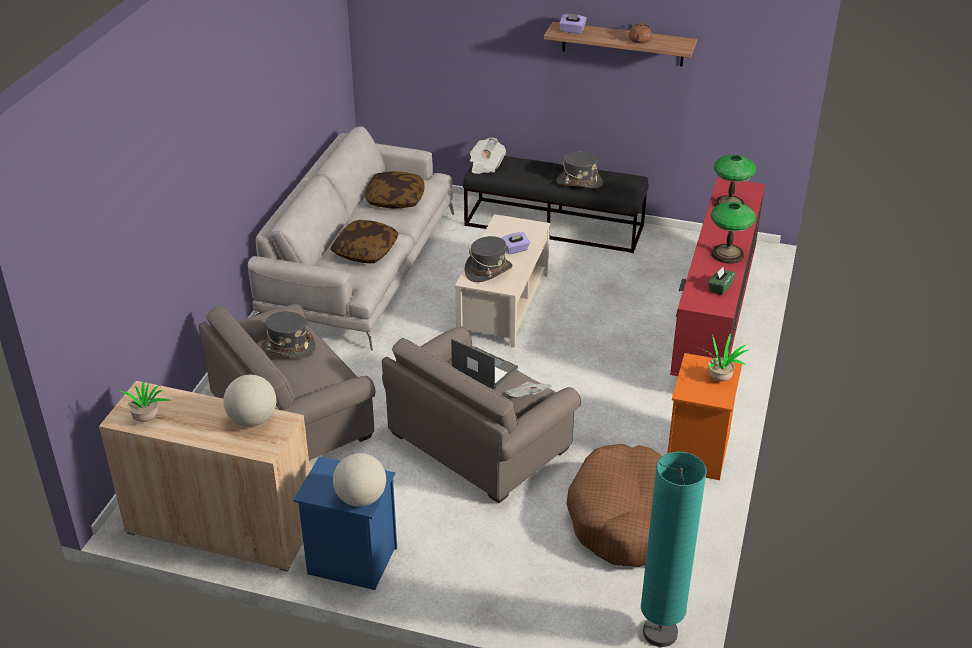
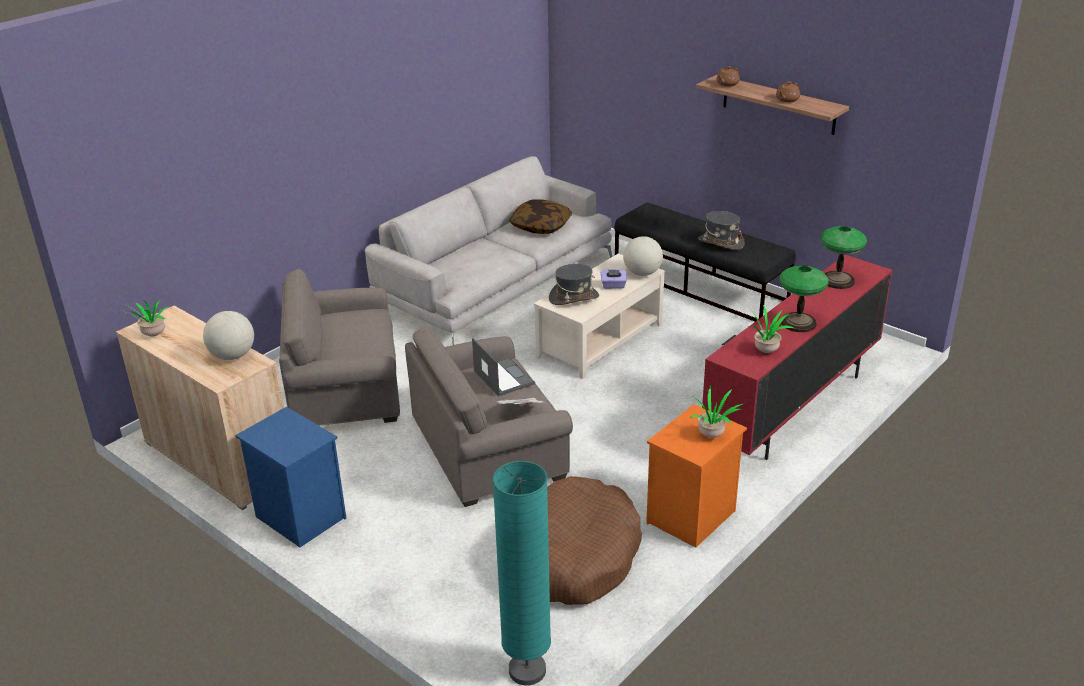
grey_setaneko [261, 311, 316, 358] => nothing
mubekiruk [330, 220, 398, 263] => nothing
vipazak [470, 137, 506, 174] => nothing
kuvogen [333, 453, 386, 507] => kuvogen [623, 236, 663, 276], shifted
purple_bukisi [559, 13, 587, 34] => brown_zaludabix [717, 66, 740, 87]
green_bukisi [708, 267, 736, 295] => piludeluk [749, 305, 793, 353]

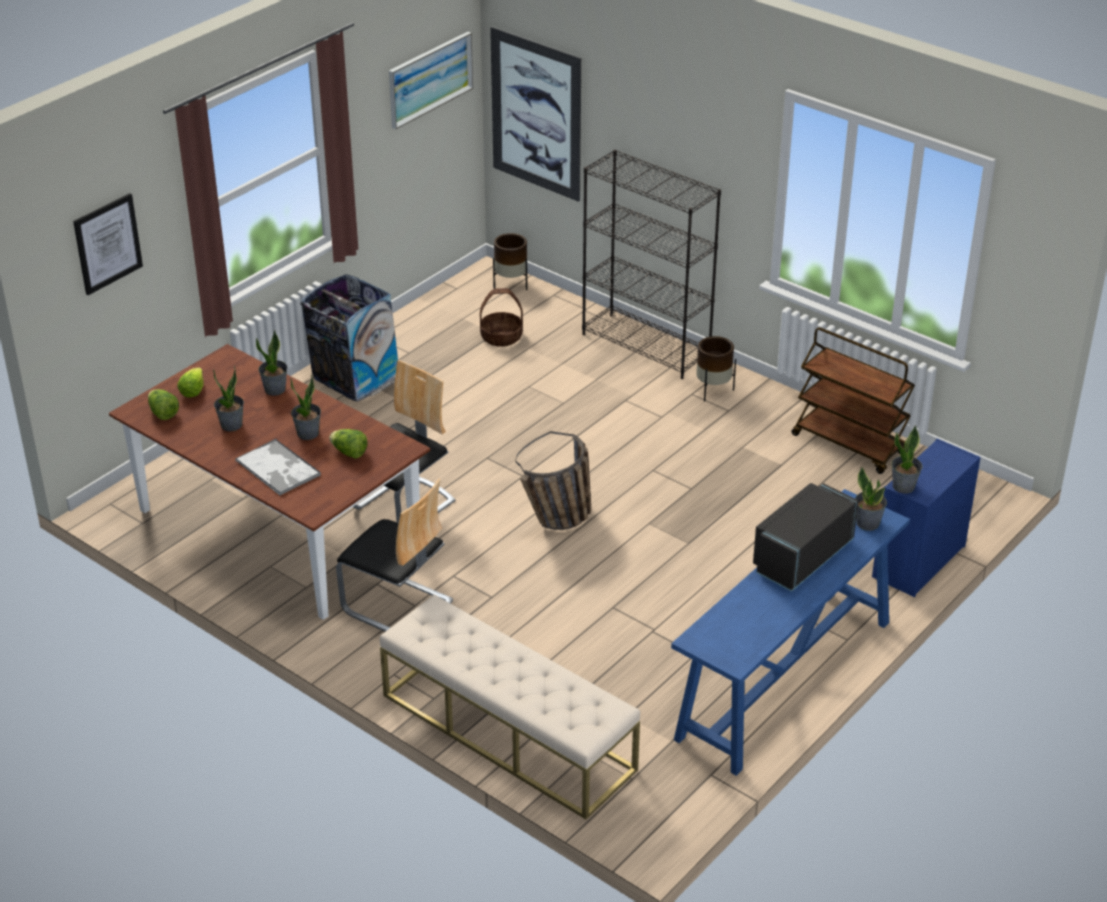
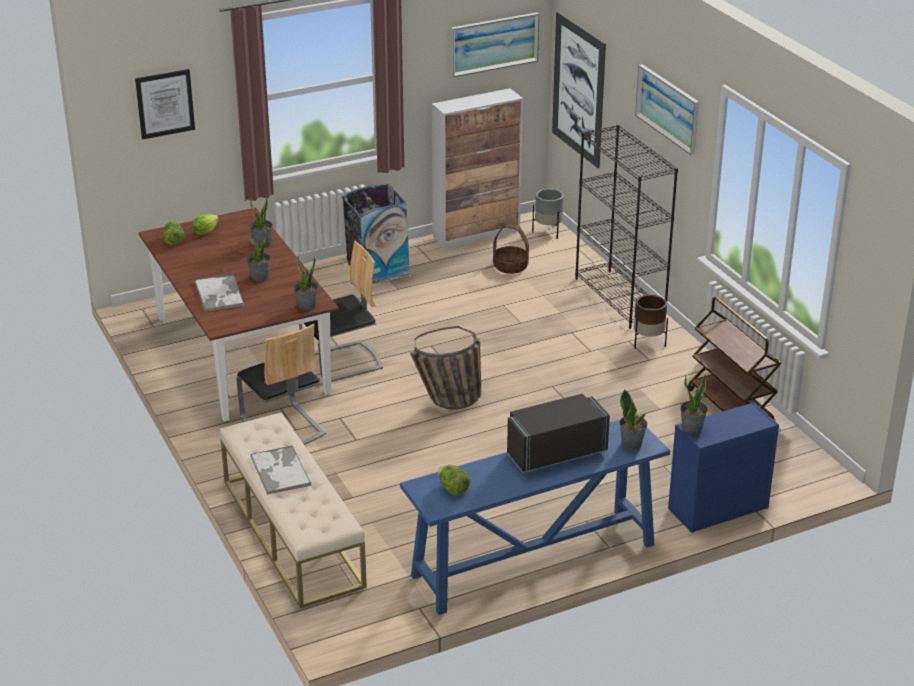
nothing => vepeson [250, 445, 311, 495]
nothing => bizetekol [432, 88, 523, 248]
nothing => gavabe [635, 64, 699, 155]
piludeluk [213, 366, 244, 432] => piludeluk [293, 257, 318, 311], shifted
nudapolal [329, 429, 368, 459] => nudapolal [438, 465, 471, 496], shifted
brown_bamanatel [493, 233, 527, 290] => grey_bamanatel [532, 189, 564, 239]

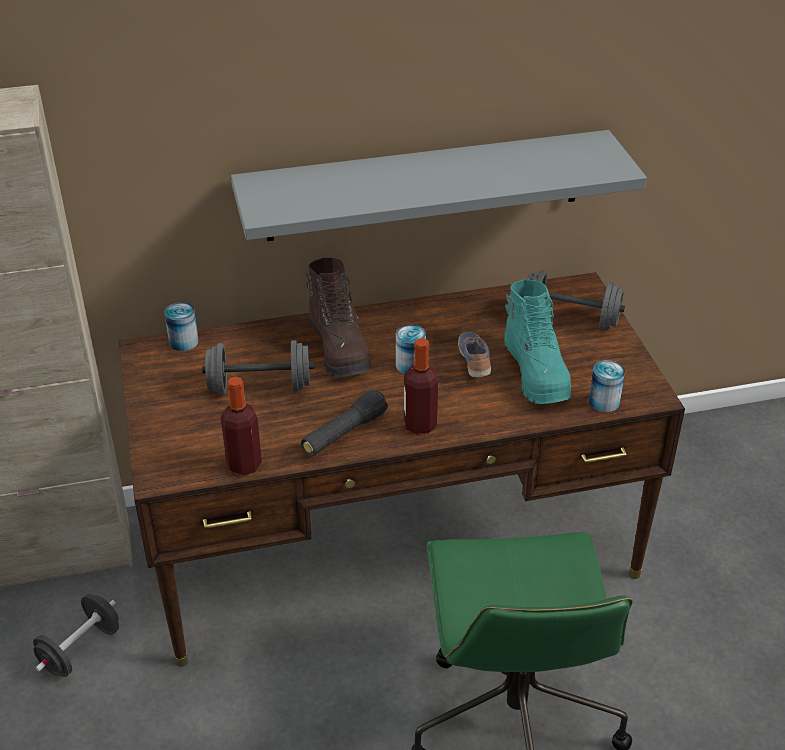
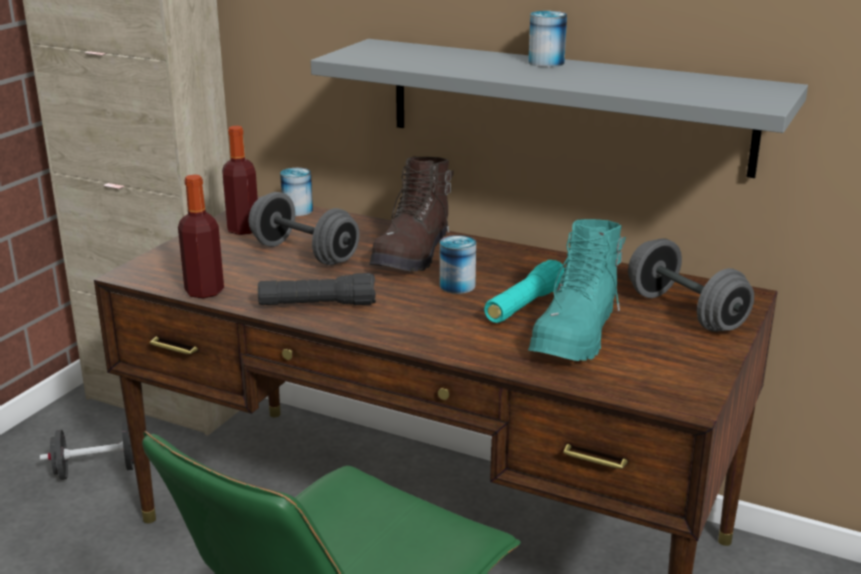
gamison [404, 338, 438, 435] => gamison [222, 126, 258, 235], shifted
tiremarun [589, 360, 625, 412] => tiremarun [528, 11, 567, 67], shifted
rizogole [458, 332, 491, 378] => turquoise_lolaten [484, 260, 565, 323]

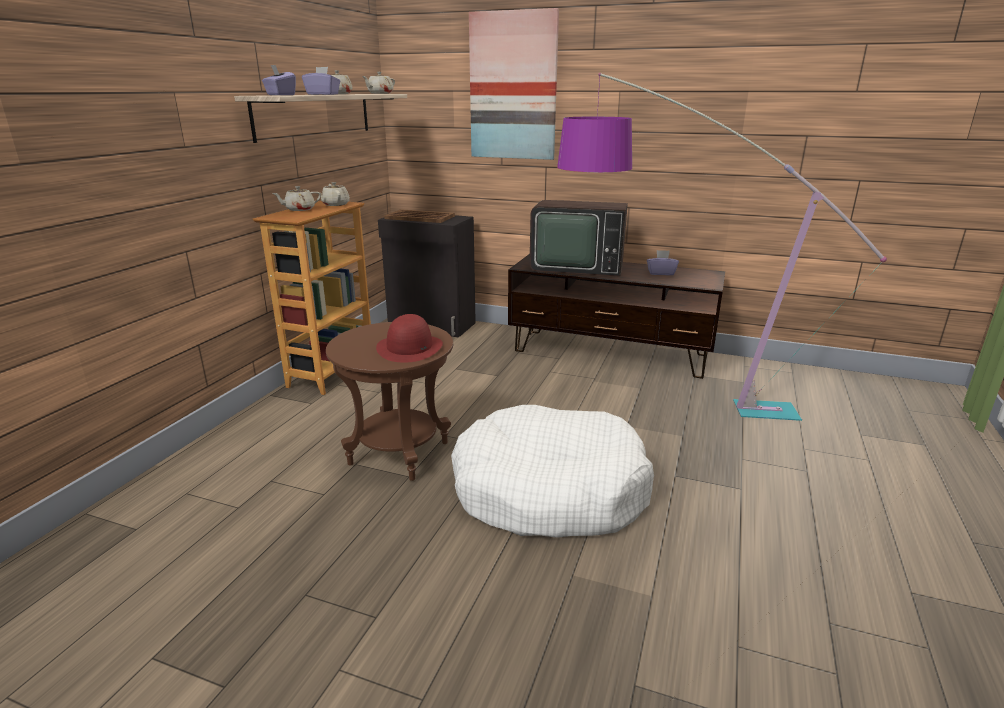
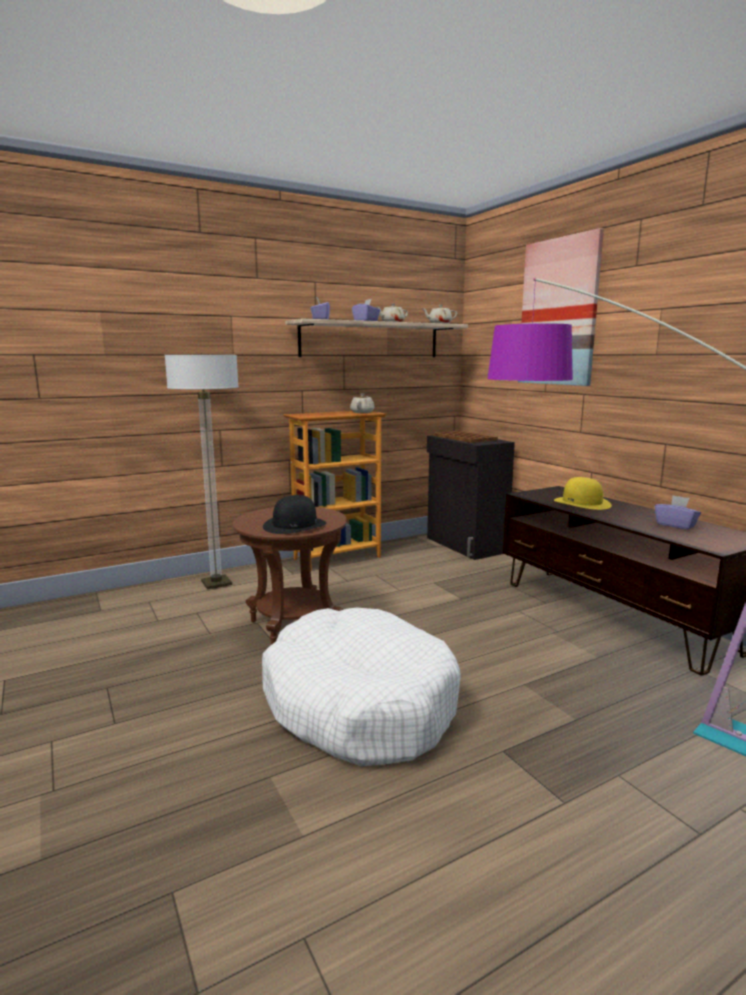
beige_zaludabix [272, 186, 321, 211] => nothing
nothing => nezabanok [165, 353, 239, 590]
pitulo [530, 200, 628, 277] => yellow_setaneko [554, 477, 612, 510]
red_setaneko [376, 314, 443, 362] => black_setaneko [263, 495, 327, 534]

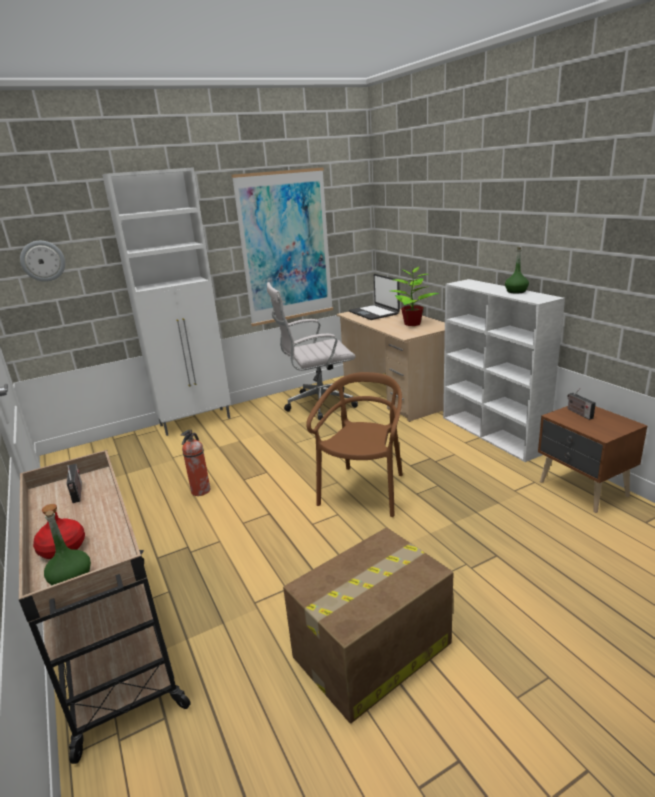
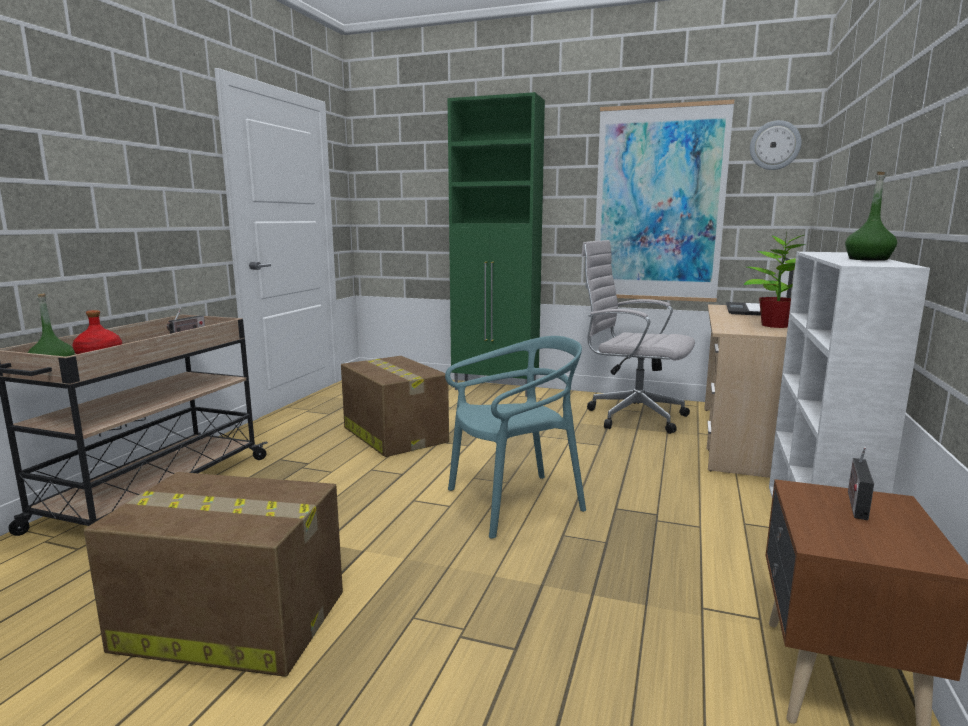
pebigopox [20, 241, 65, 282] => pebigopox [750, 120, 801, 170], shifted
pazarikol [181, 430, 210, 496] => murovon [341, 356, 449, 457]
white_bizetekol [102, 167, 231, 436] => green_bizetekol [448, 92, 545, 397]
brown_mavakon [306, 372, 403, 517] => turquoise_mavakon [445, 336, 586, 539]

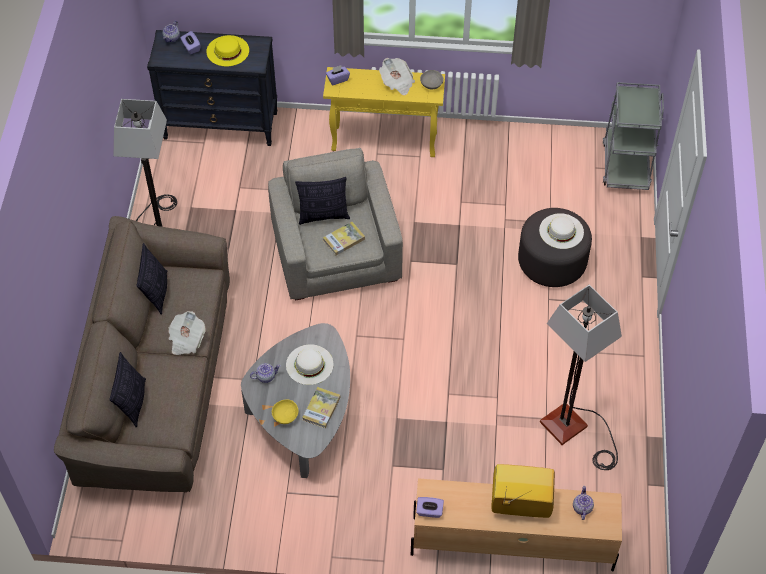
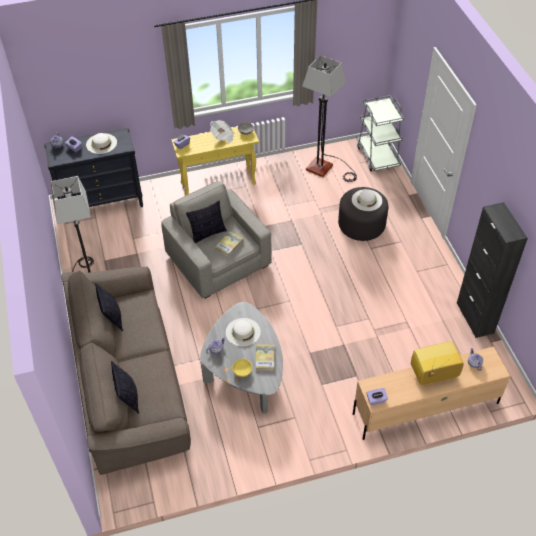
vipazak [168, 311, 205, 355] => nothing
nothing => black_bizetekol [457, 202, 528, 338]
nezabanok [540, 285, 622, 470] => nezabanok [302, 55, 357, 182], shifted
yellow_setaneko [206, 35, 249, 66] => white_setaneko [86, 133, 117, 154]

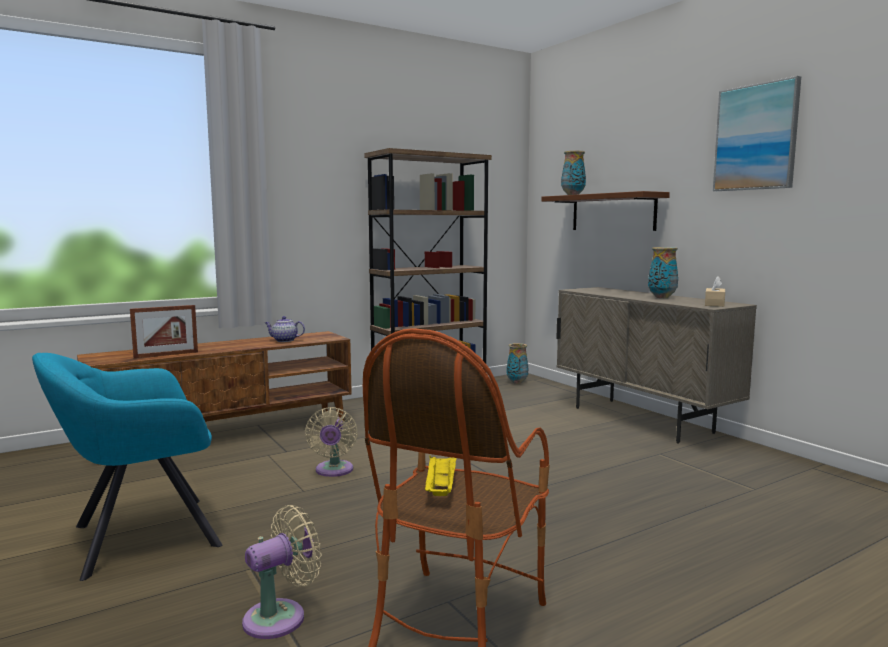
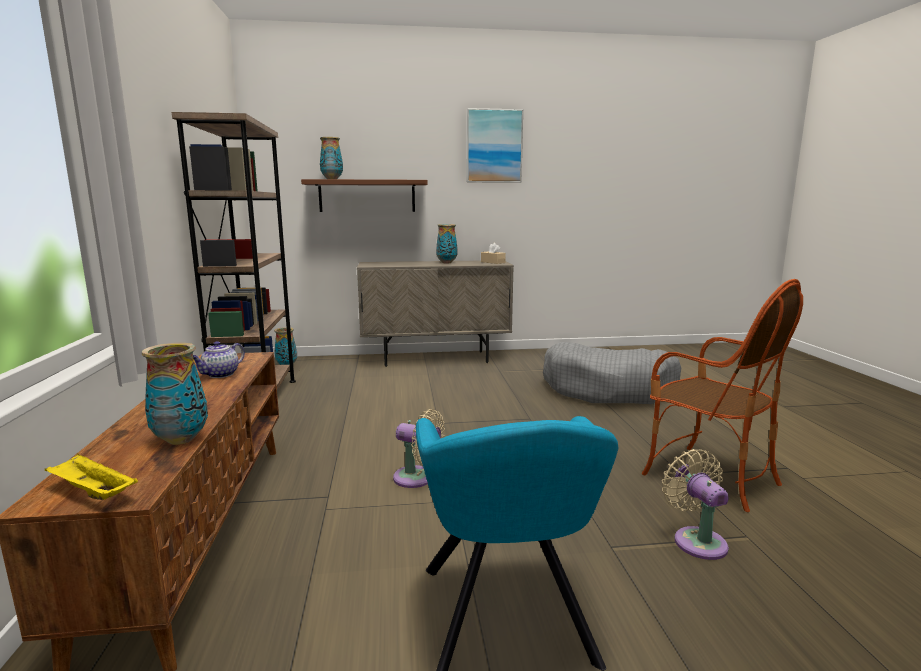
nothing => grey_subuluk [543, 342, 681, 404]
yellow_vepeson [425, 455, 457, 496] => yellow_vepeson [45, 454, 138, 500], shifted
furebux [130, 305, 198, 358] => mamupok [142, 343, 208, 445]

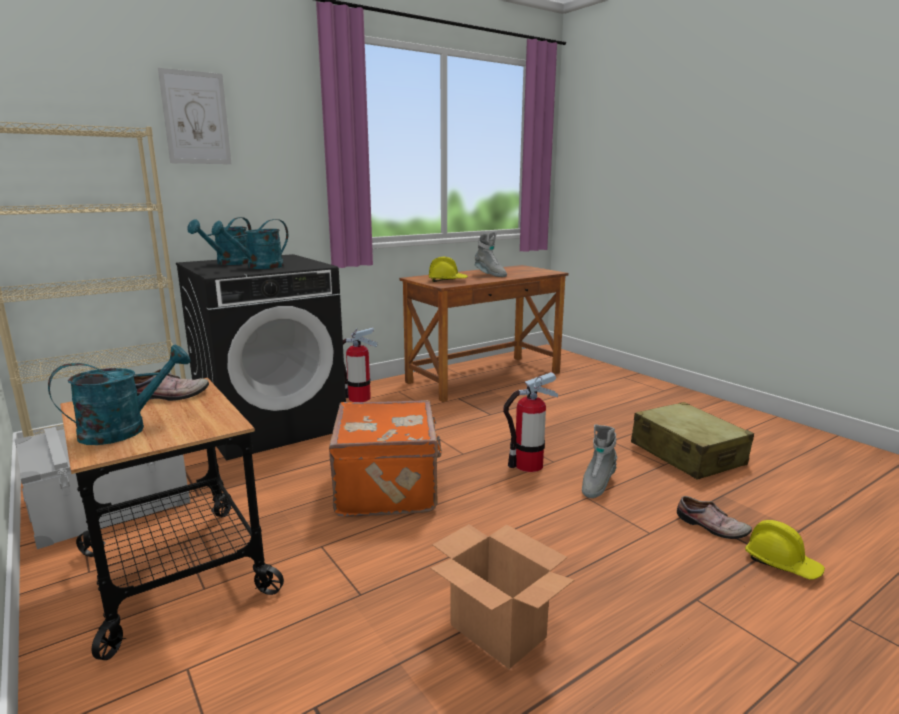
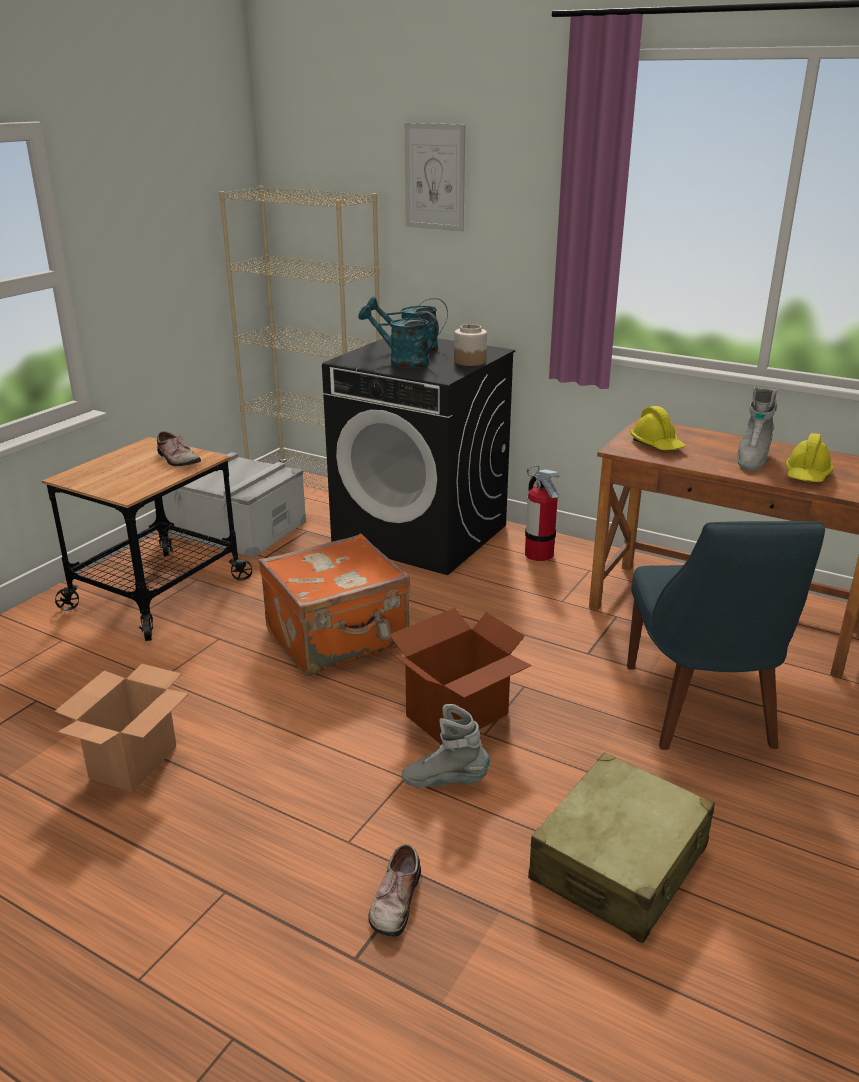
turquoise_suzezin [48, 345, 191, 445] => nothing
nothing => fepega [454, 324, 487, 366]
nothing => blue_mavakon [627, 521, 825, 750]
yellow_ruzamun [745, 520, 825, 580] => yellow_ruzamun [785, 433, 833, 482], shifted
pazarikol [503, 372, 558, 472] => murovon [389, 608, 532, 745]

